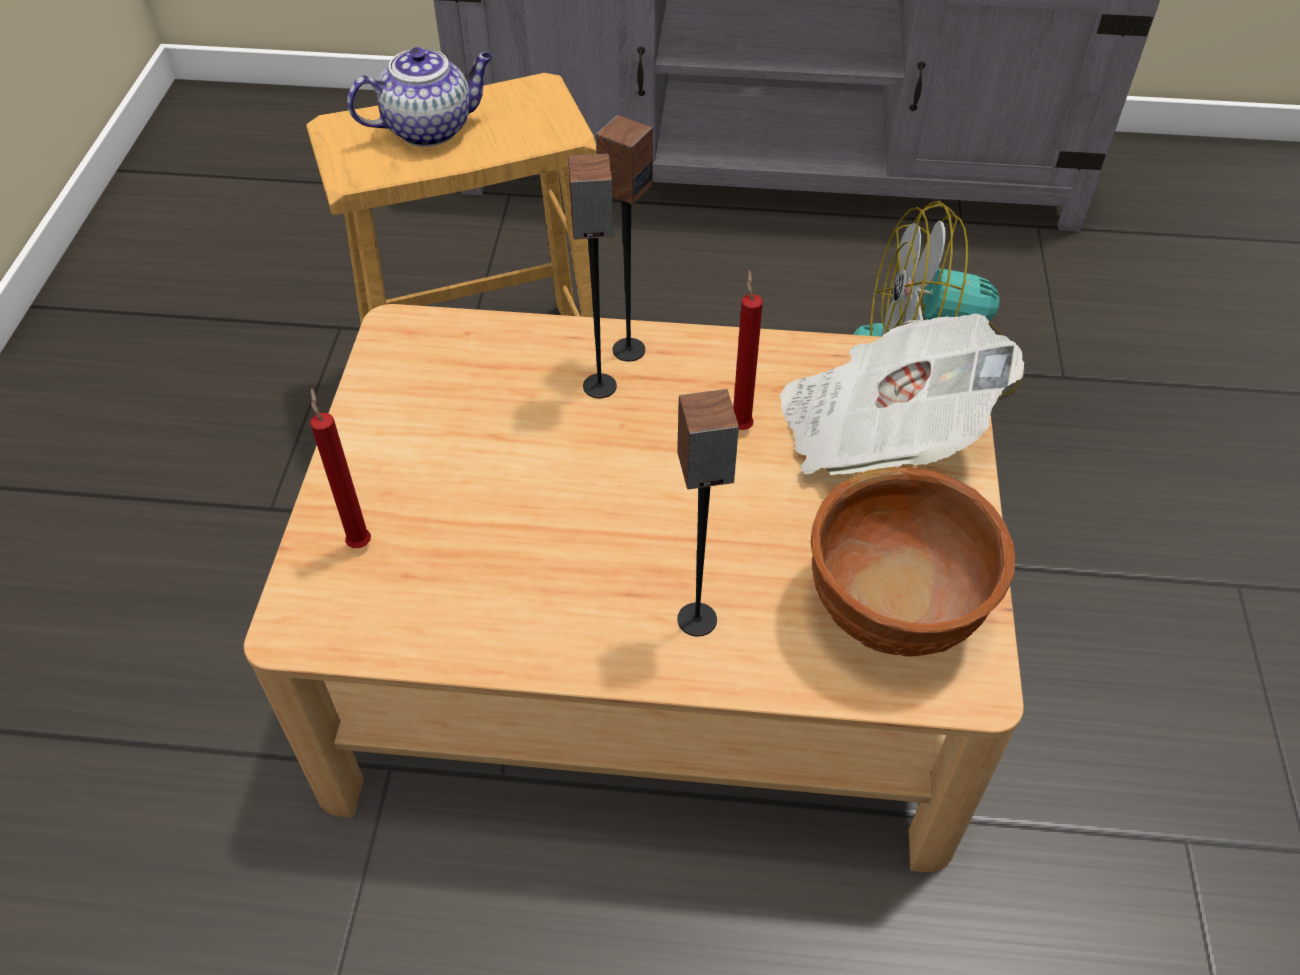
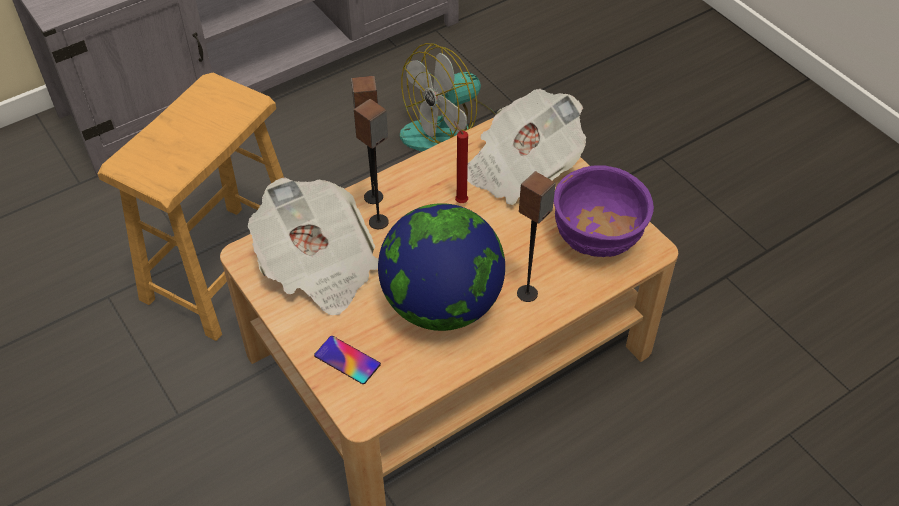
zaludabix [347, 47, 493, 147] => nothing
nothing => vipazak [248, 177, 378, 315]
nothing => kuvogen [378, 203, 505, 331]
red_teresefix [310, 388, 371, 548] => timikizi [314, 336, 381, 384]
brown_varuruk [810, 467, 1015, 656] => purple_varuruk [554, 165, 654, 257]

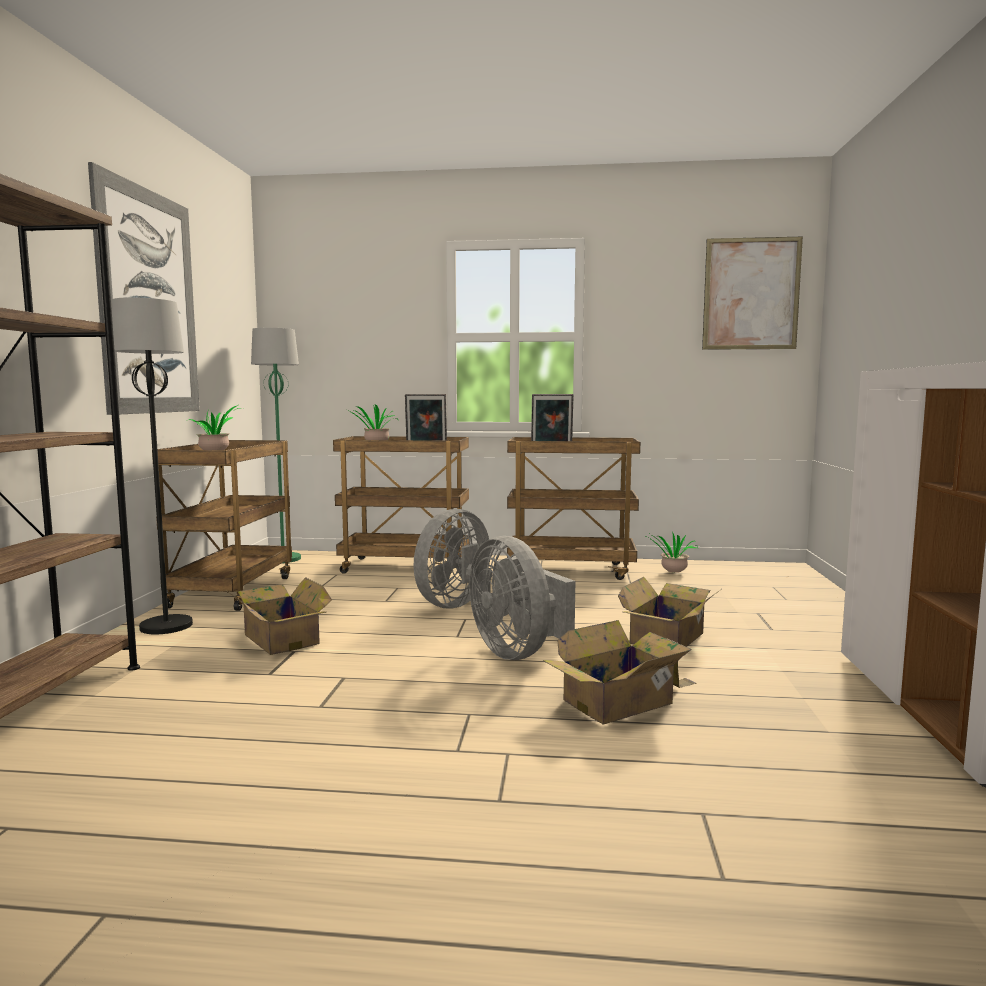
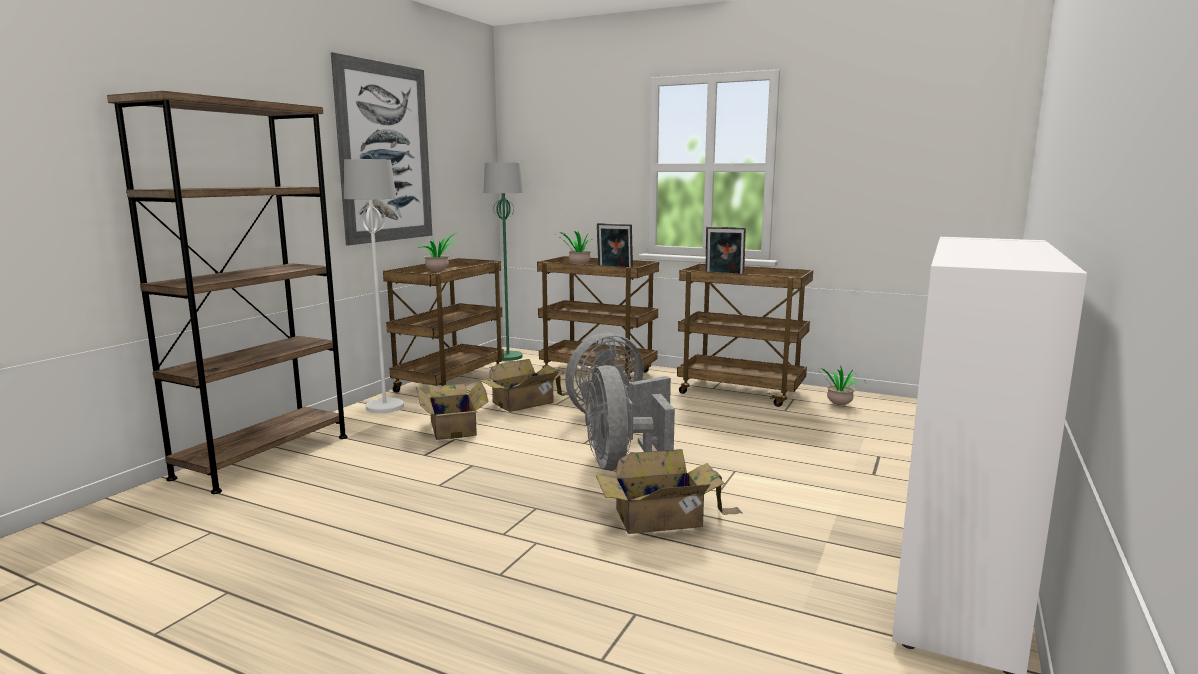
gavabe [702, 237, 803, 350] => nothing
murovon [618, 577, 720, 647] => murovon [480, 359, 568, 412], shifted
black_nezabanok [112, 297, 193, 634] => white_nezabanok [344, 159, 404, 413]

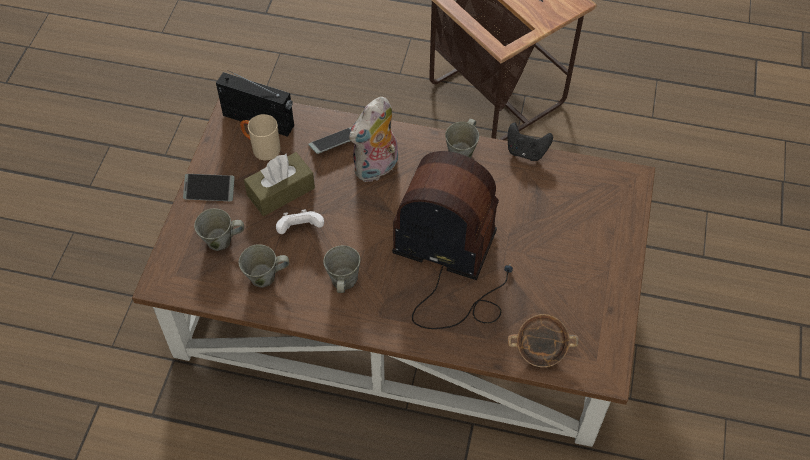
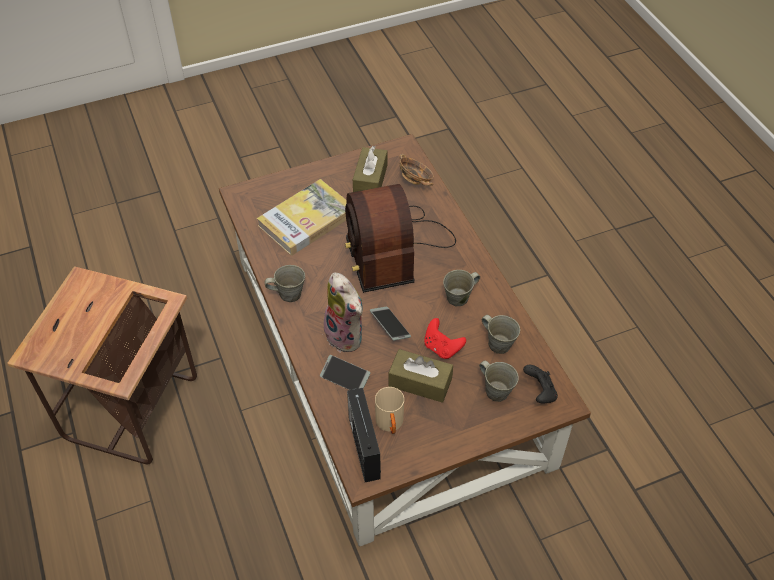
nothing => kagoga [257, 179, 347, 256]
nothing => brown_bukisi [353, 146, 387, 192]
timikizi [183, 174, 235, 201] => timikizi [370, 307, 411, 341], shifted
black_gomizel [508, 123, 553, 161] => black_gomizel [523, 365, 558, 403], shifted
white_gomizel [276, 209, 324, 234] => red_gomizel [424, 318, 466, 359]
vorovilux [349, 97, 398, 182] => vorovilux [322, 272, 363, 352], 45 degrees clockwise

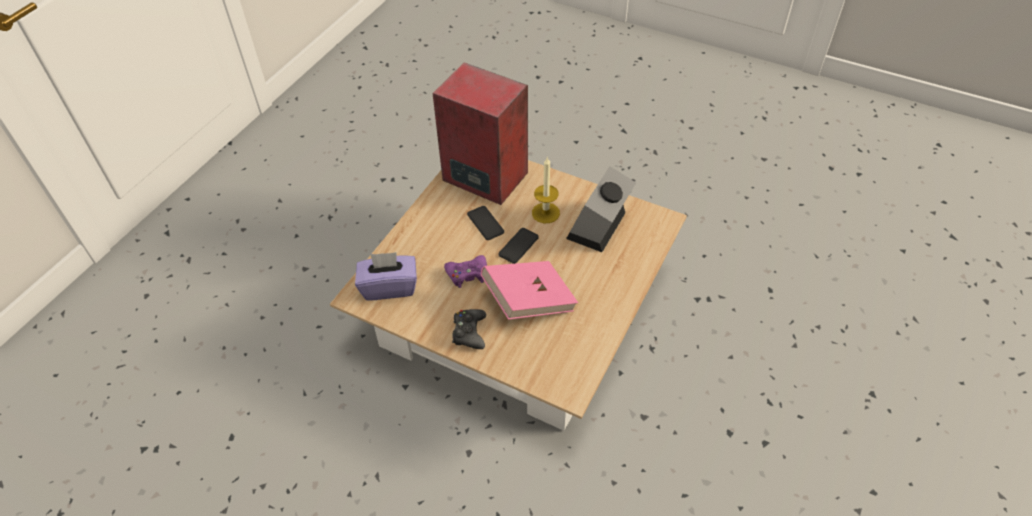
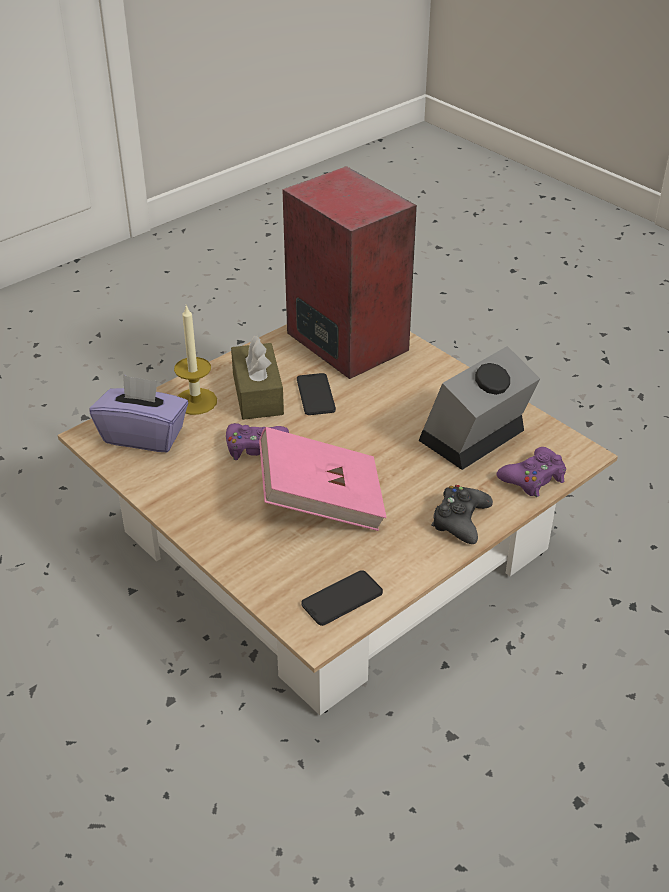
nothing => brown_bukisi [231, 335, 284, 420]
nothing => purple_gomizel [497, 447, 566, 497]
black_gomizel [452, 309, 486, 349] => black_gomizel [431, 485, 493, 544], shifted
timikizi [498, 228, 539, 264] => timikizi [301, 570, 383, 626], shifted
teresefix [532, 157, 560, 223] => teresefix [174, 305, 217, 415], shifted

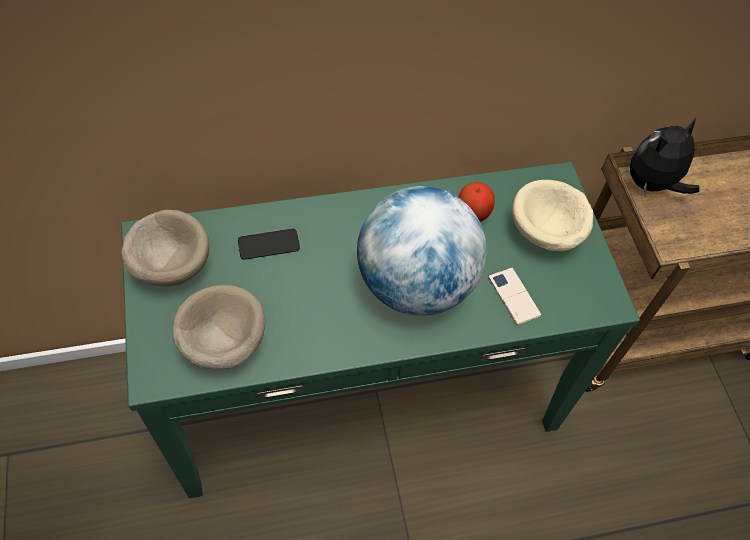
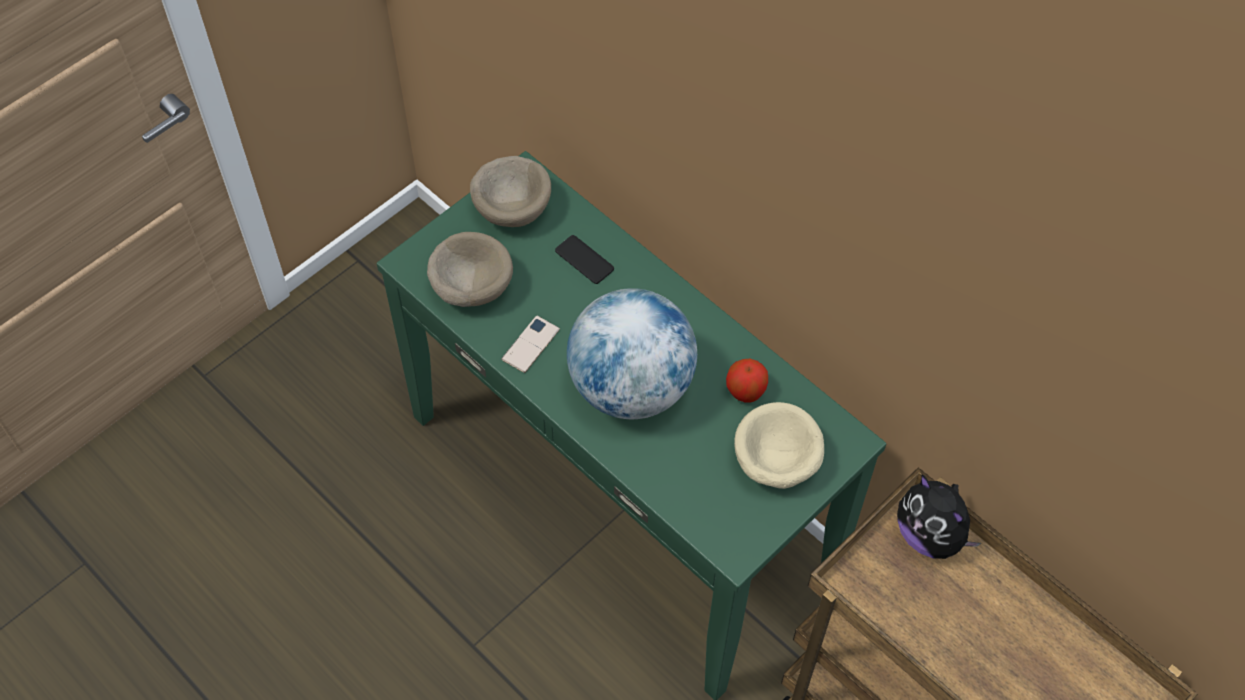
timikizi [488, 267, 542, 325] => timikizi [501, 316, 560, 373], shifted
vorovilux [630, 117, 700, 196] => vorovilux [897, 474, 981, 559], 150 degrees counterclockwise

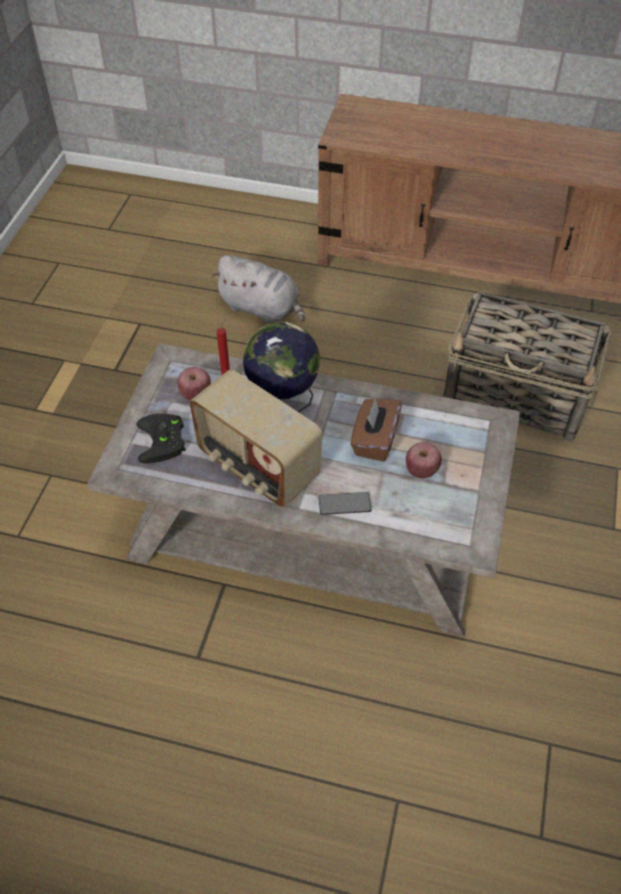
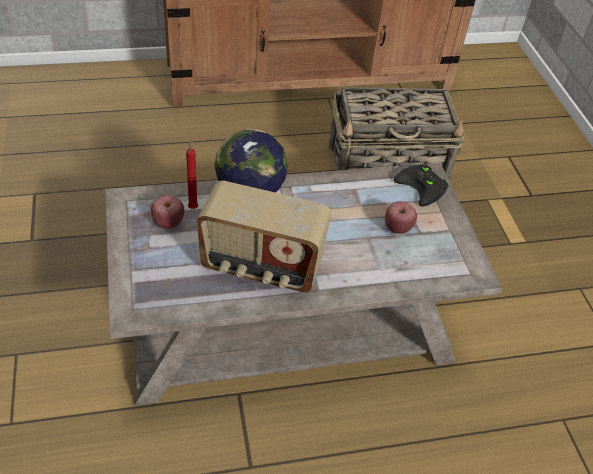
grey_vorovilux [212, 255, 305, 323] => nothing
timikizi [318, 492, 372, 515] => nothing
brown_bukisi [351, 398, 402, 462] => nothing
black_gomizel [136, 414, 186, 463] => black_gomizel [394, 164, 449, 206], shifted

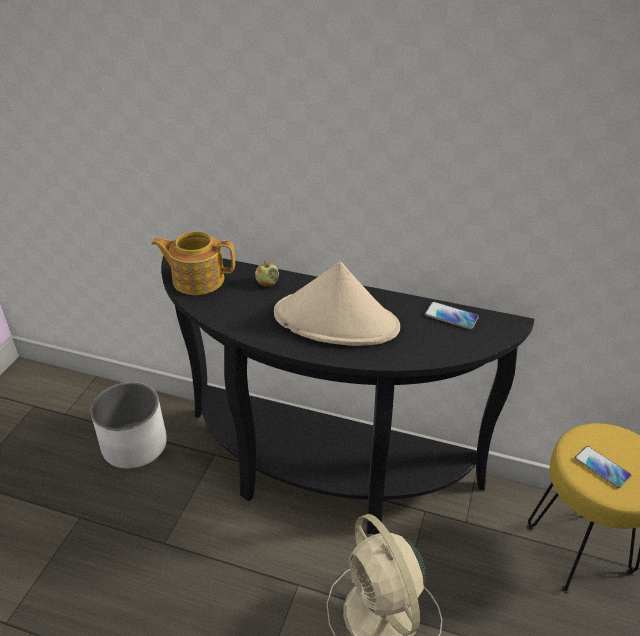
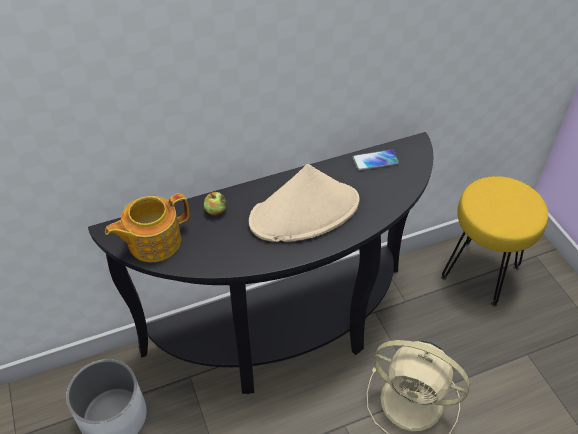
timikizi [575, 446, 632, 488] => nothing

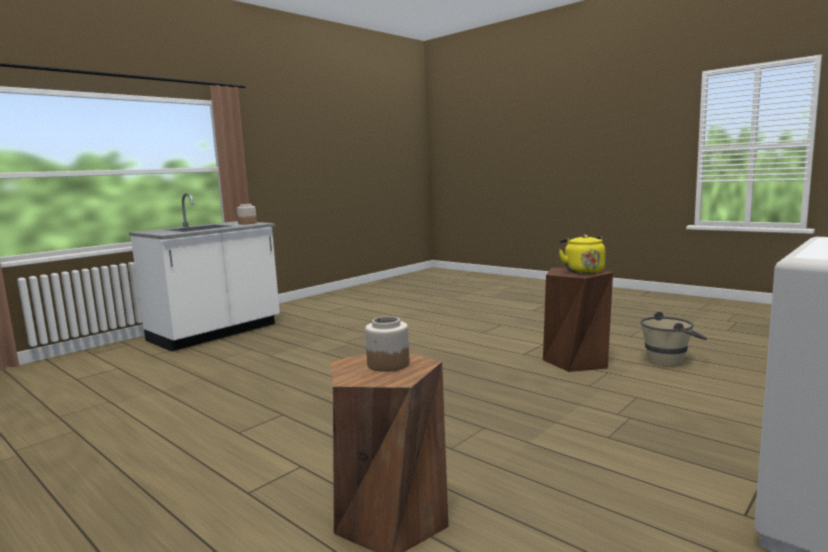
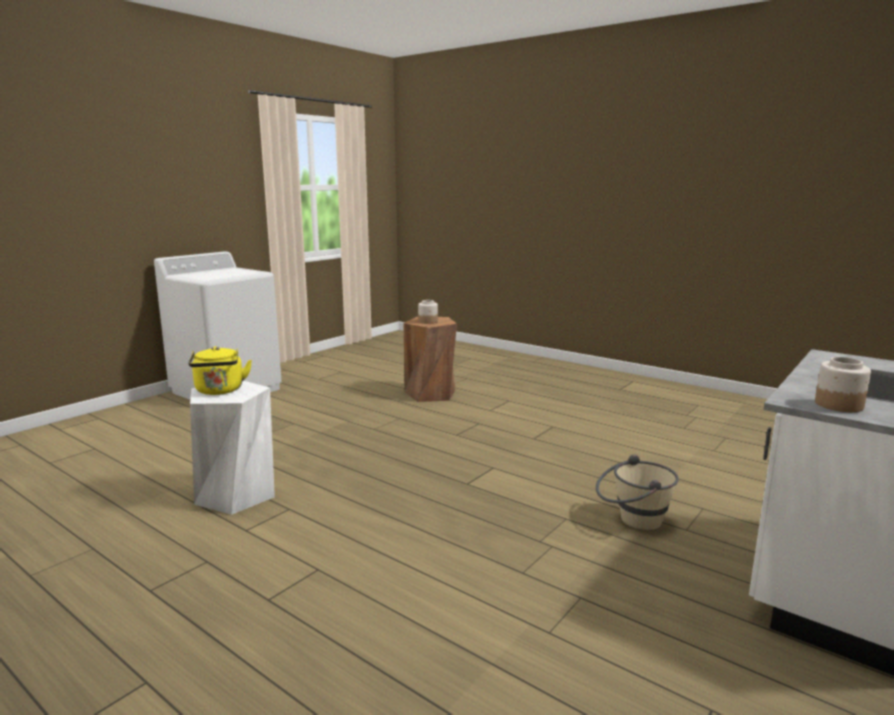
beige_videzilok [640, 312, 707, 367] => beige_videzilok [596, 454, 679, 530], shifted
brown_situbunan [543, 267, 613, 372] => white_situbunan [190, 381, 275, 515]

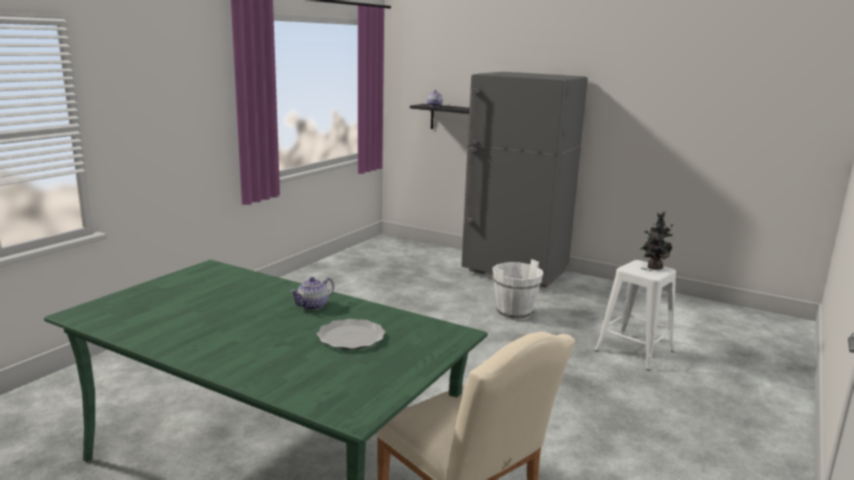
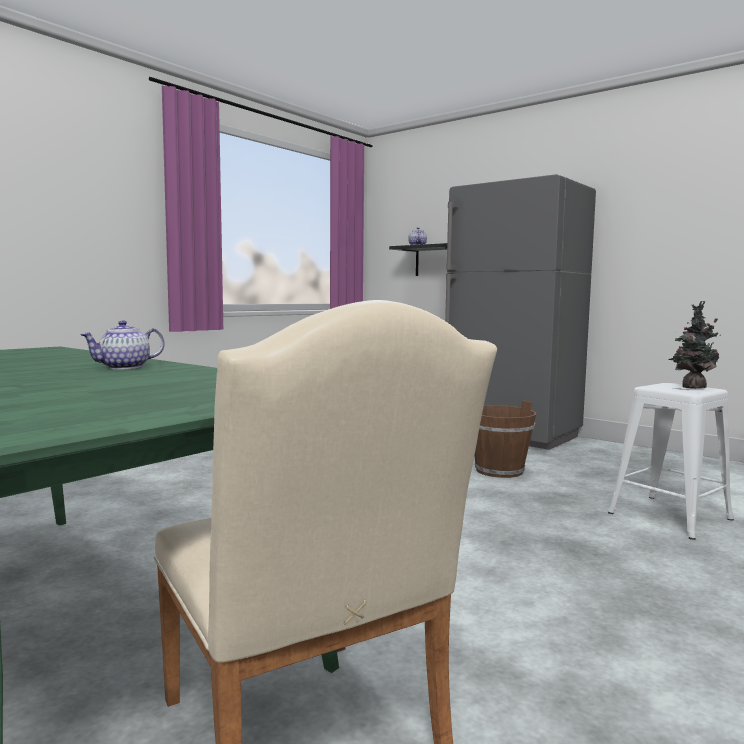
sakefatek [317, 319, 386, 349] => nothing
white_videzilok [492, 259, 543, 320] => brown_videzilok [474, 400, 536, 478]

